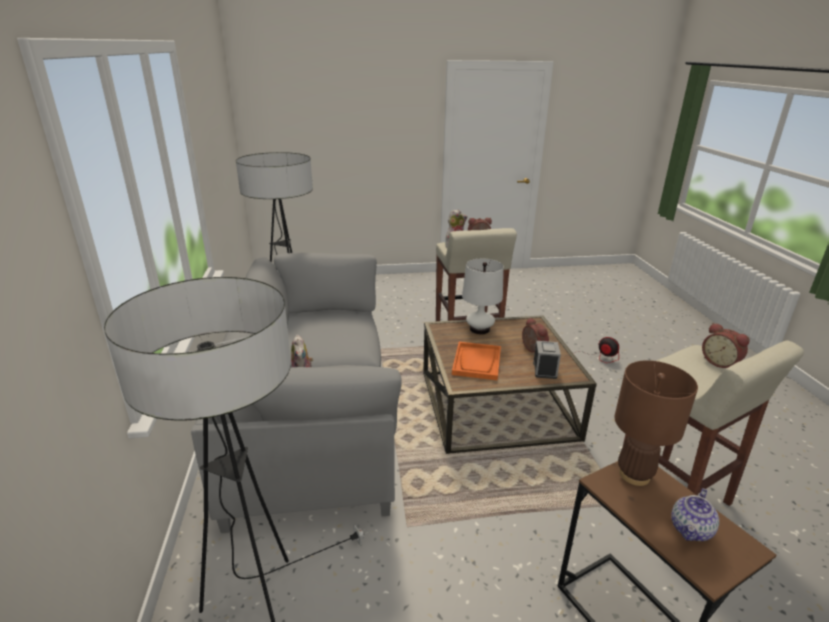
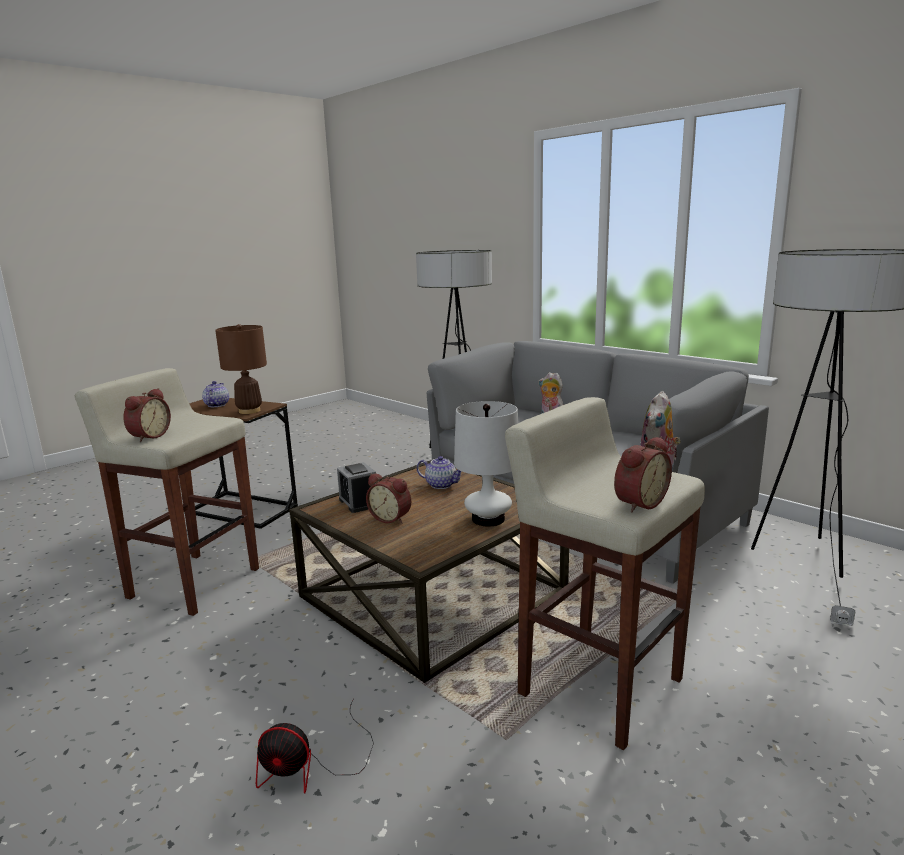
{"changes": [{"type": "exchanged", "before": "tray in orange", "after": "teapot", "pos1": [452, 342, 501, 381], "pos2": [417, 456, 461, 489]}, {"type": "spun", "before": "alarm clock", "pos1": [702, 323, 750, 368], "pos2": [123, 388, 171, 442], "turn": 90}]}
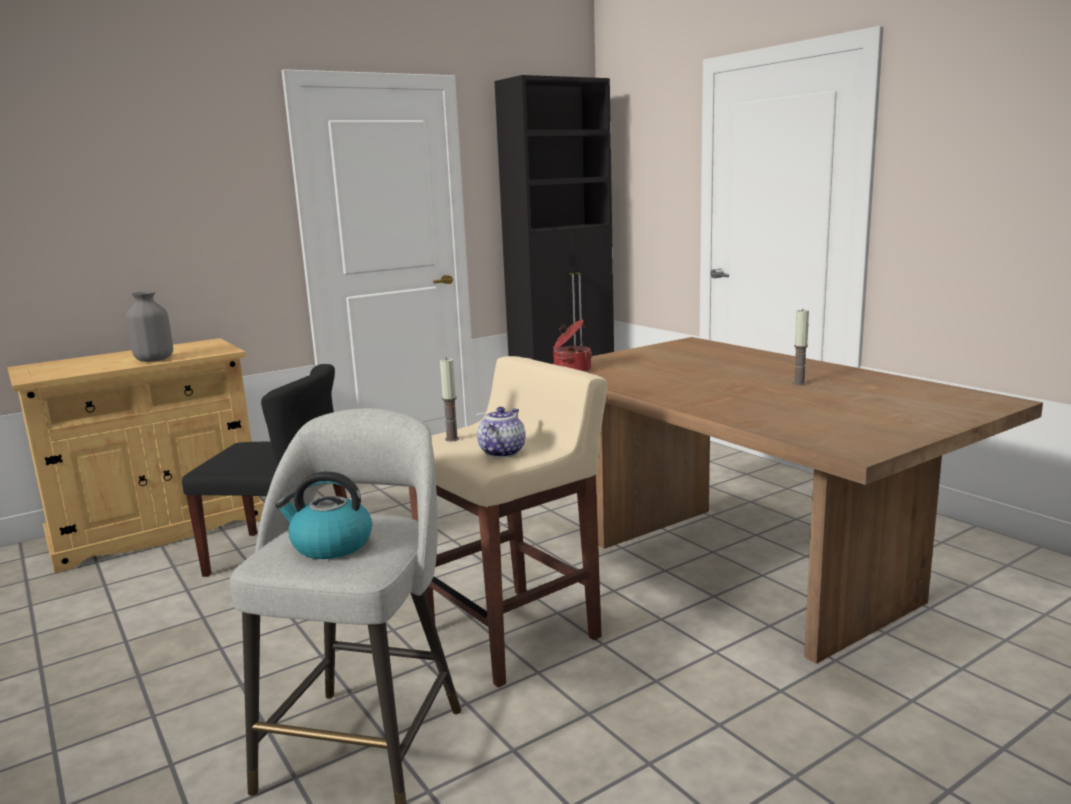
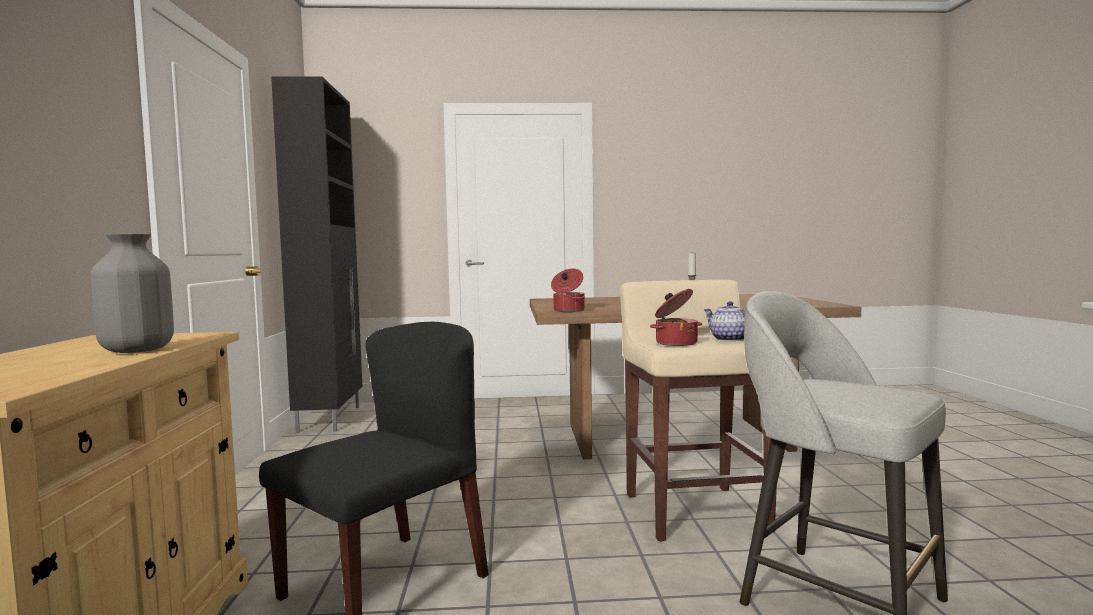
{"changes": [{"type": "missing", "before": "kettle", "pos1": [275, 471, 372, 559]}, {"type": "exchanged", "before": "candle", "after": "cooking pot", "pos1": [440, 357, 459, 441], "pos2": [650, 289, 702, 346]}]}
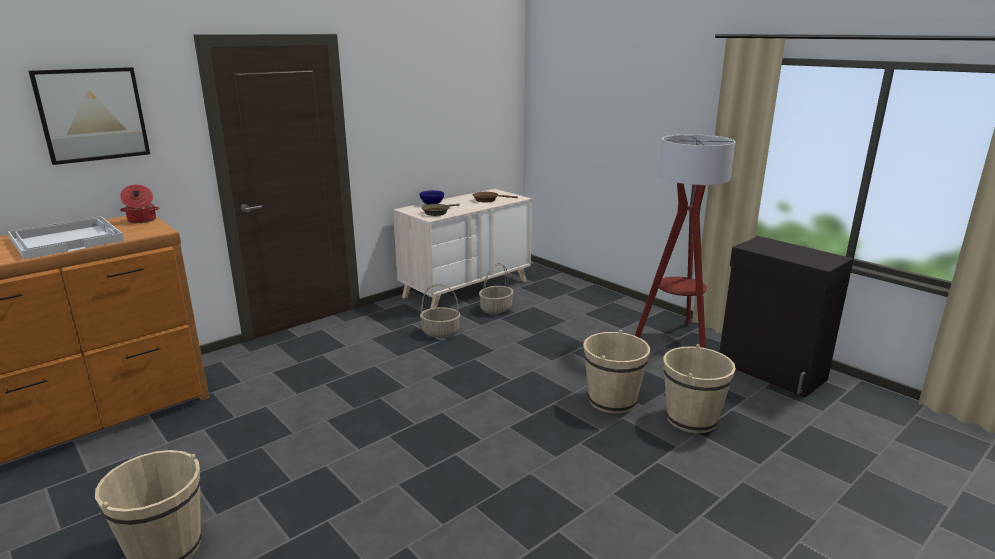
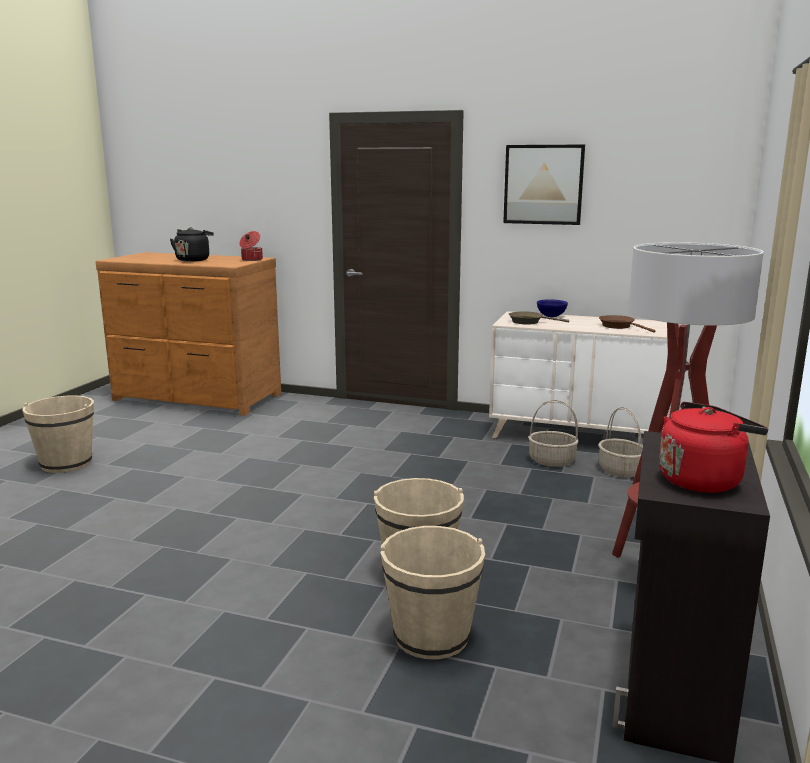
{"changes": [{"type": "appeared", "after": "kettle in red", "pos2": [659, 402, 769, 493]}, {"type": "relocated", "before": "picture", "pos1": [29, 67, 150, 165], "pos2": [503, 145, 585, 225]}, {"type": "relocated", "before": "basket", "pos1": [420, 284, 460, 338], "pos2": [598, 407, 643, 477]}, {"type": "exchanged", "before": "tray in white", "after": "kettle in black", "pos1": [8, 216, 124, 260], "pos2": [170, 227, 214, 262]}]}
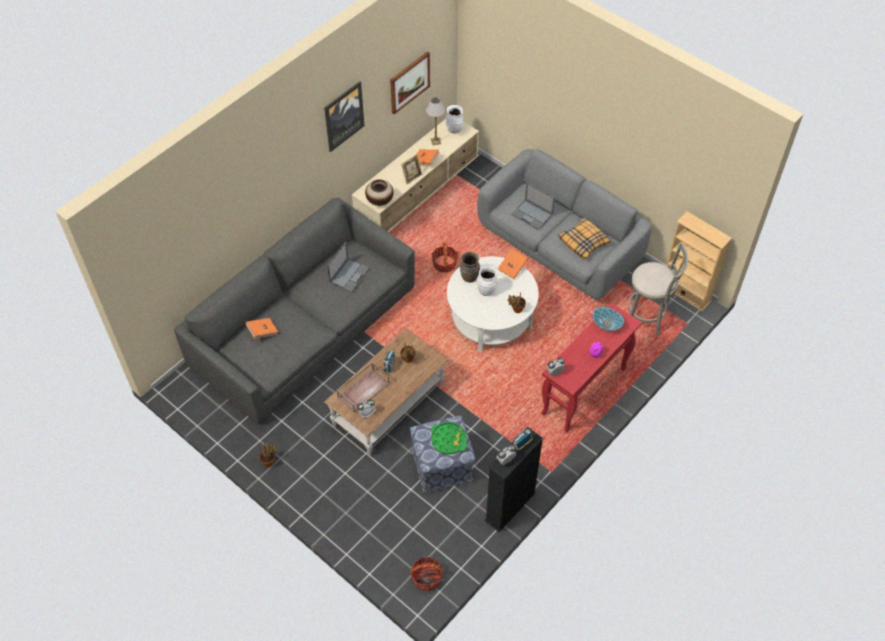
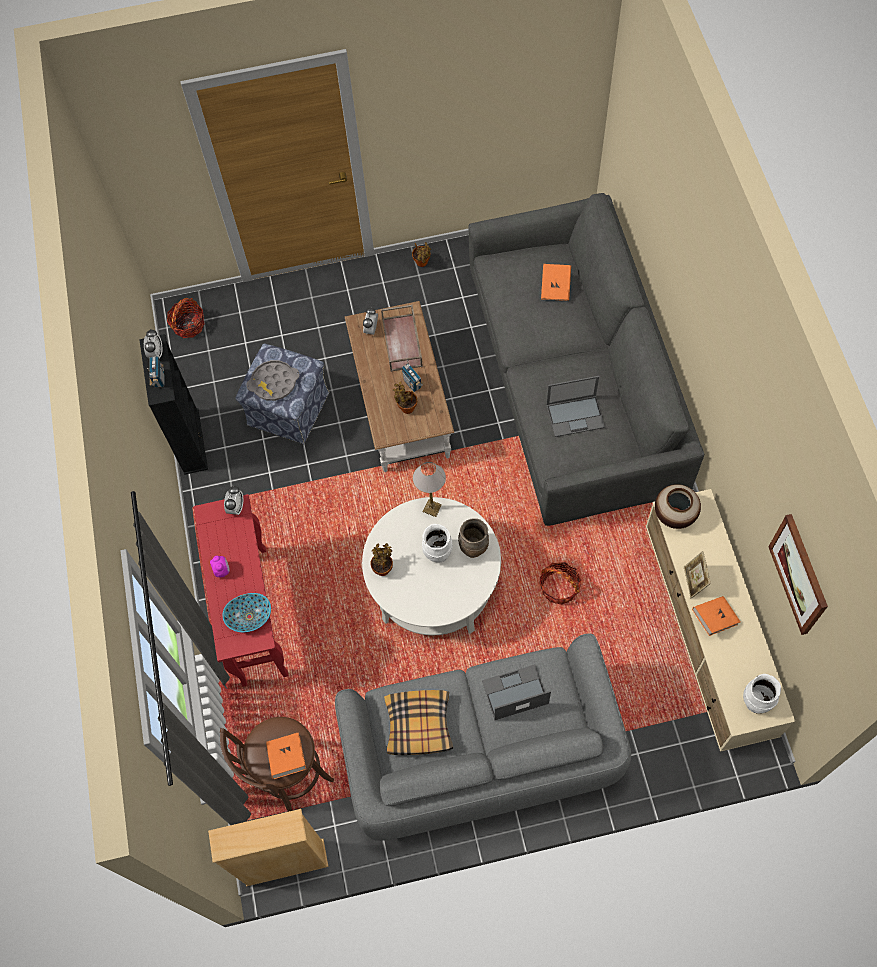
{"changes": [{"type": "missing", "before": "picture", "pos1": [324, 81, 365, 152]}, {"type": "relocated", "before": "table lamp", "pos1": [426, 97, 446, 145], "pos2": [413, 462, 446, 517]}, {"type": "relocated", "before": "book in orange", "pos1": [498, 248, 528, 279], "pos2": [266, 733, 306, 779]}, {"type": "colour", "before": "tray in green", "after": "tray in grey", "pos1": [431, 422, 467, 454], "pos2": [246, 360, 300, 401]}, {"type": "colour", "before": "stool in grey", "after": "stool in brown", "pos1": [628, 243, 688, 336], "pos2": [220, 717, 334, 812]}, {"type": "spun", "before": "laptop", "pos1": [327, 242, 370, 292], "pos2": [546, 376, 605, 437], "turn": -75}]}
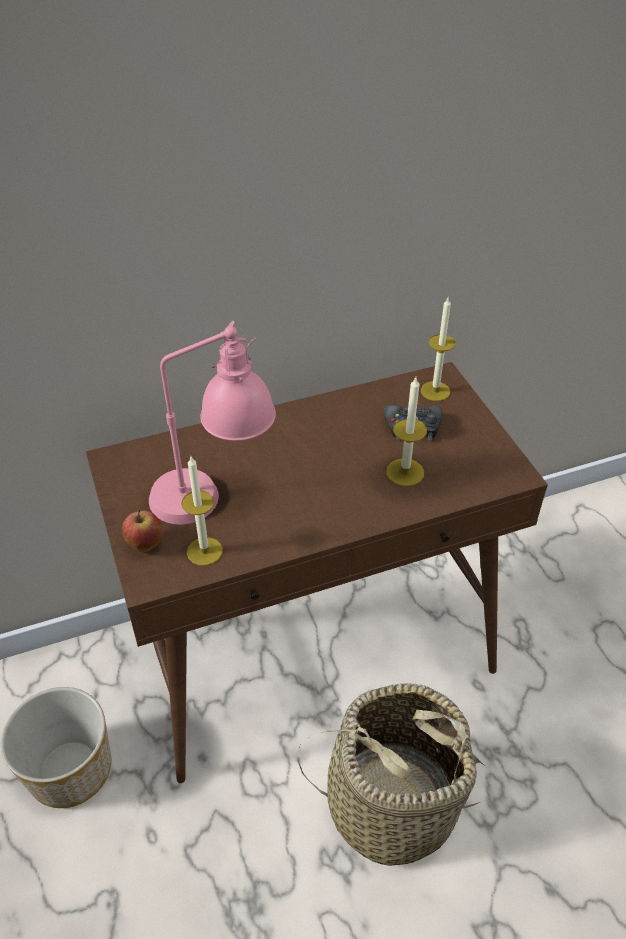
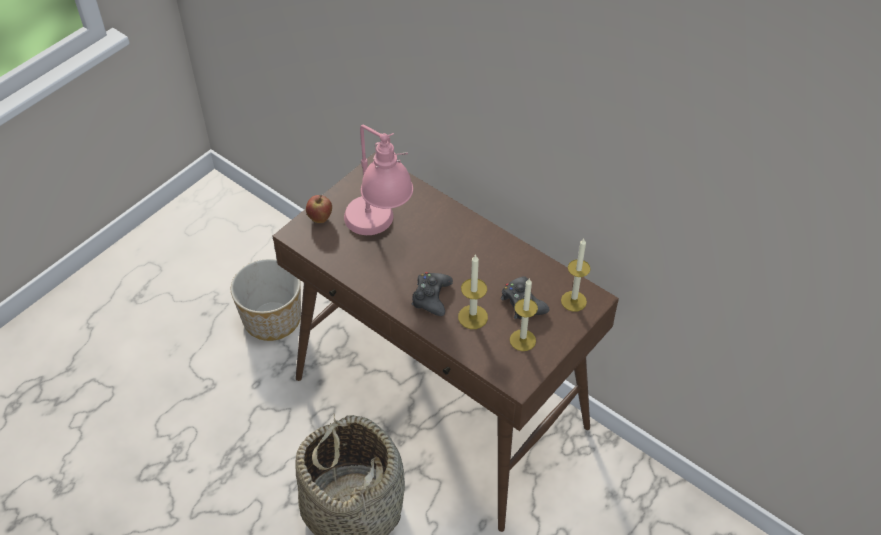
{"changes": [{"type": "appeared", "after": "game controller in black", "pos2": [412, 272, 453, 316]}, {"type": "relocated", "before": "candle", "pos1": [181, 457, 223, 566], "pos2": [510, 279, 538, 351]}]}
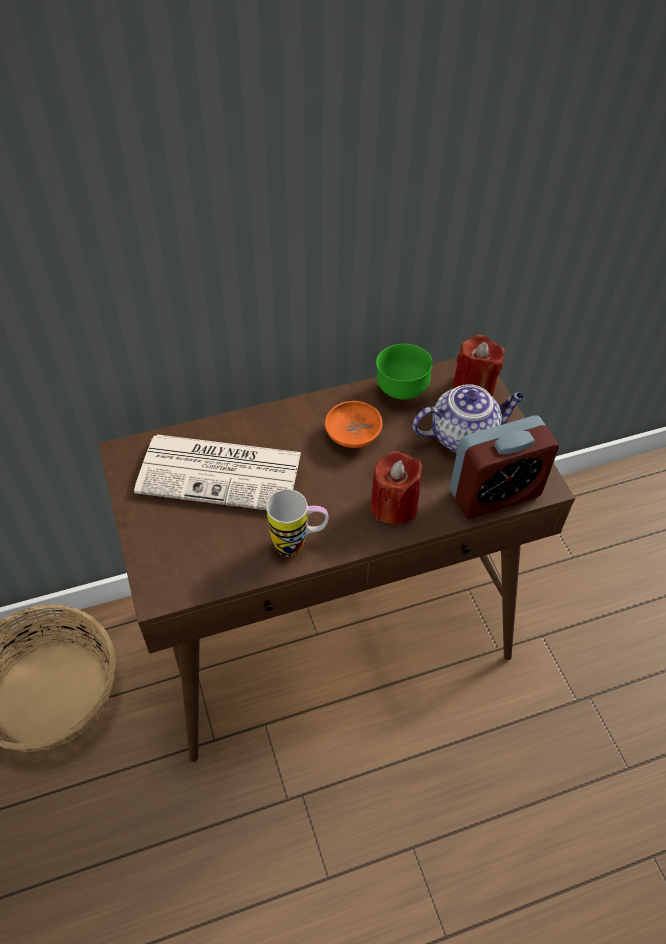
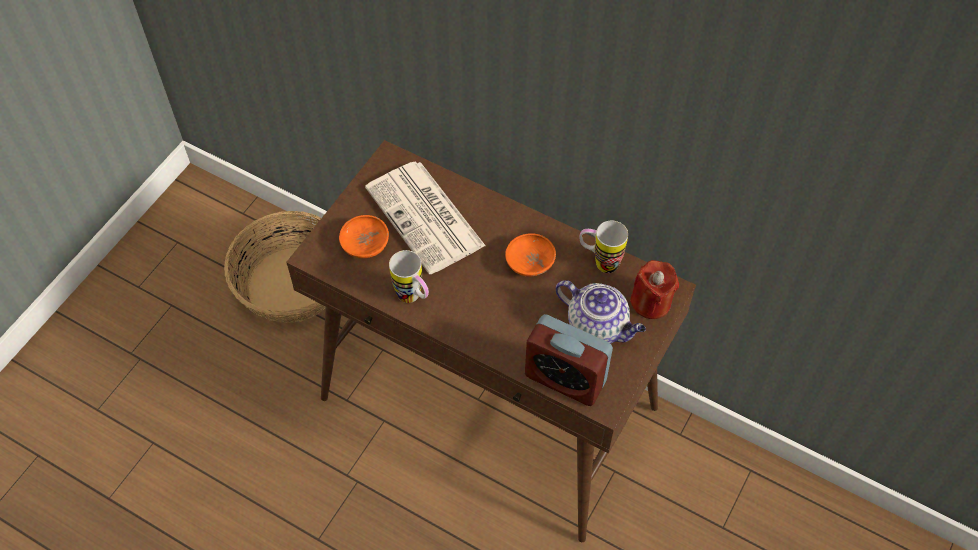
{"changes": [{"type": "missing", "before": "candle in red", "pos1": [370, 451, 423, 525]}, {"type": "appeared", "after": "bowl in orange", "pos2": [339, 215, 389, 258]}, {"type": "exchanged", "before": "bowl in green", "after": "mug", "pos1": [376, 344, 433, 400], "pos2": [579, 221, 628, 273]}]}
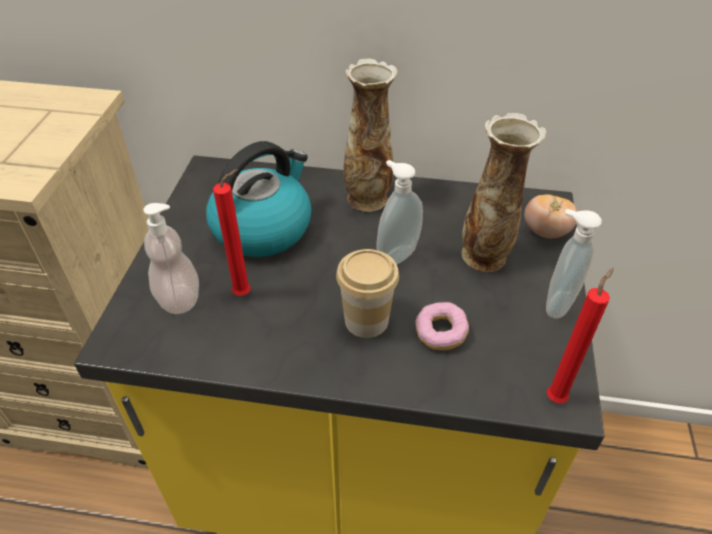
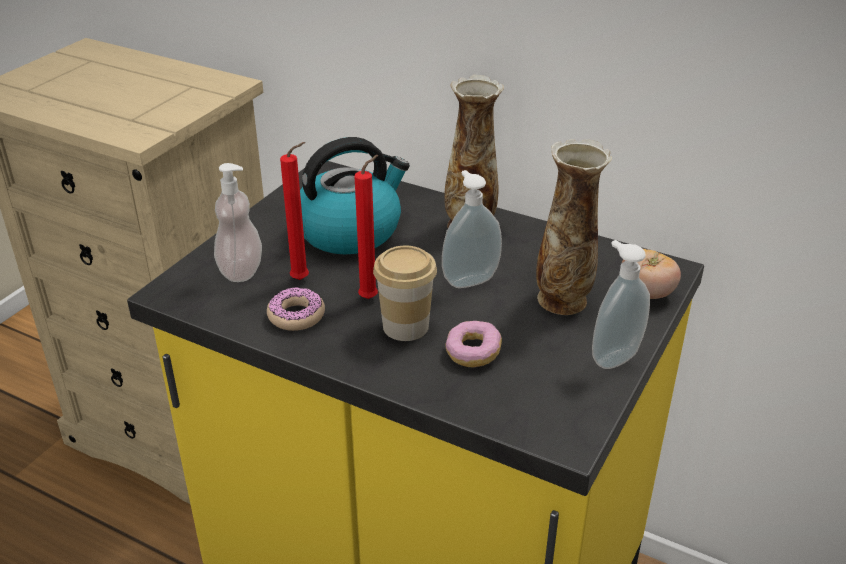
{"changes": [{"type": "appeared", "after": "donut", "pos2": [267, 287, 325, 331]}, {"type": "relocated", "before": "candle in red", "pos1": [547, 268, 614, 403], "pos2": [354, 155, 378, 299]}]}
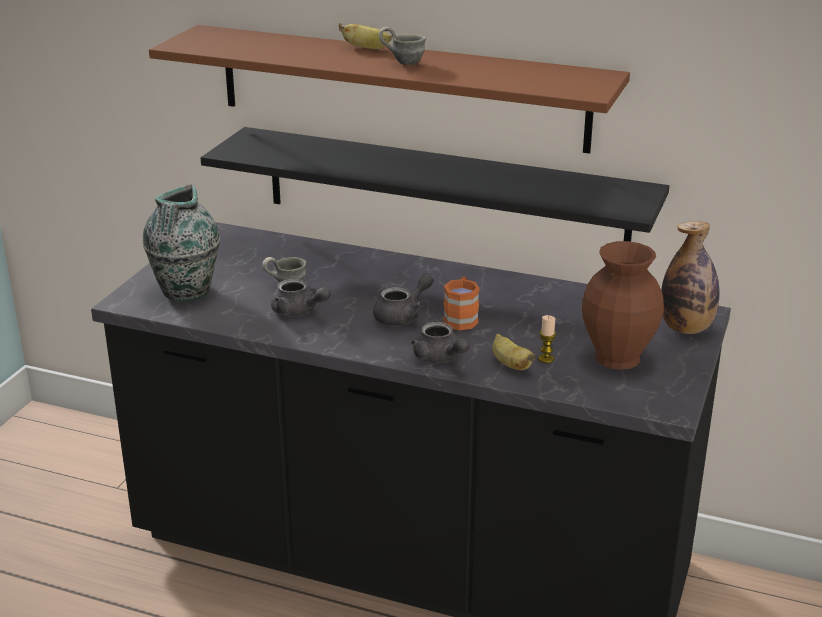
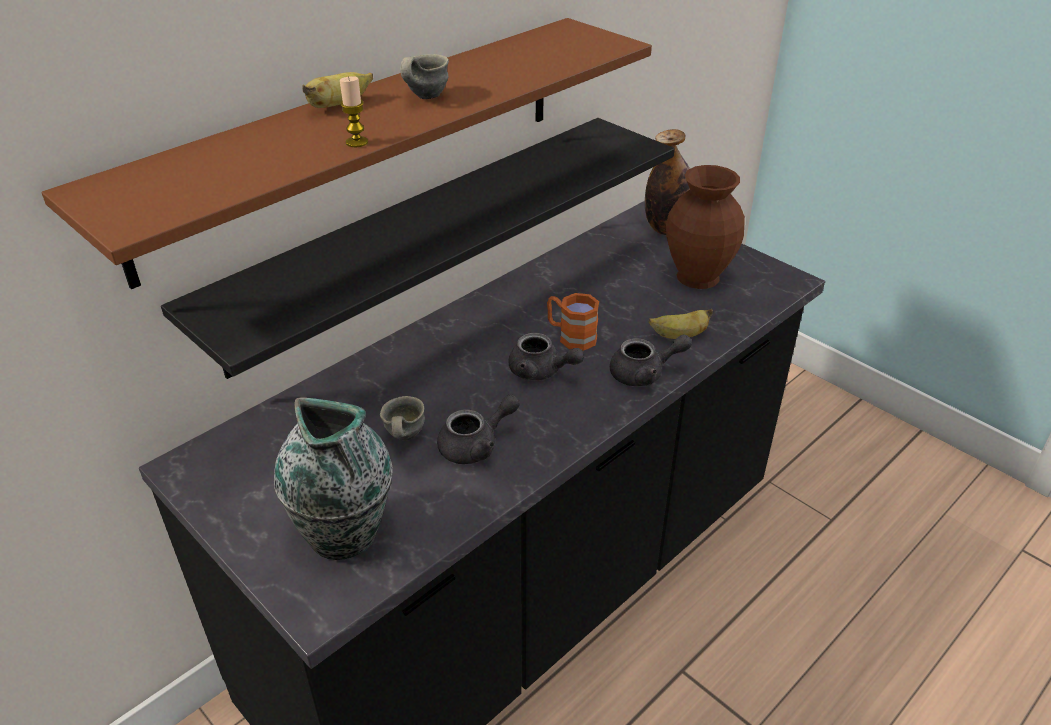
{"changes": [{"type": "relocated", "before": "candle", "pos1": [538, 315, 556, 363], "pos2": [340, 76, 368, 147]}, {"type": "spun", "before": "teapot in grey", "pos1": [373, 273, 434, 326], "pos2": [508, 333, 584, 380], "turn": 135}]}
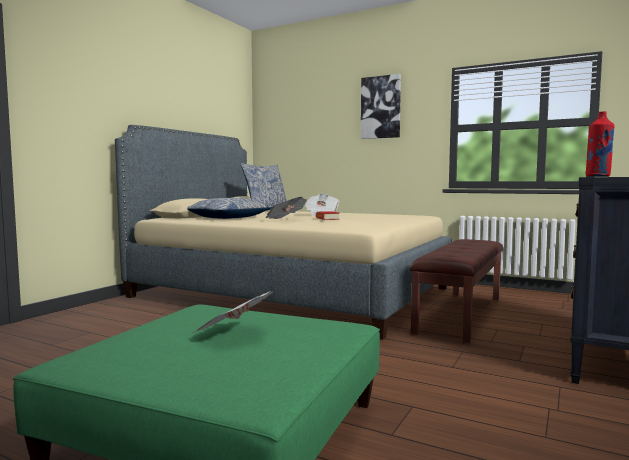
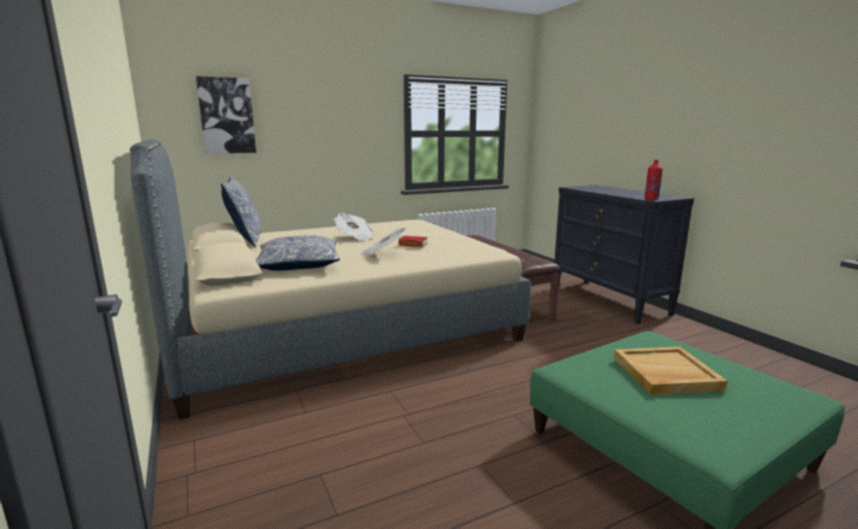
{"changes": [{"type": "relocated", "before": "picture", "pos1": [361, 74, 401, 139], "pos2": [196, 76, 256, 154]}, {"type": "exchanged", "before": "newspaper", "after": "tray in beige", "pos1": [192, 291, 273, 333], "pos2": [614, 347, 727, 395]}]}
